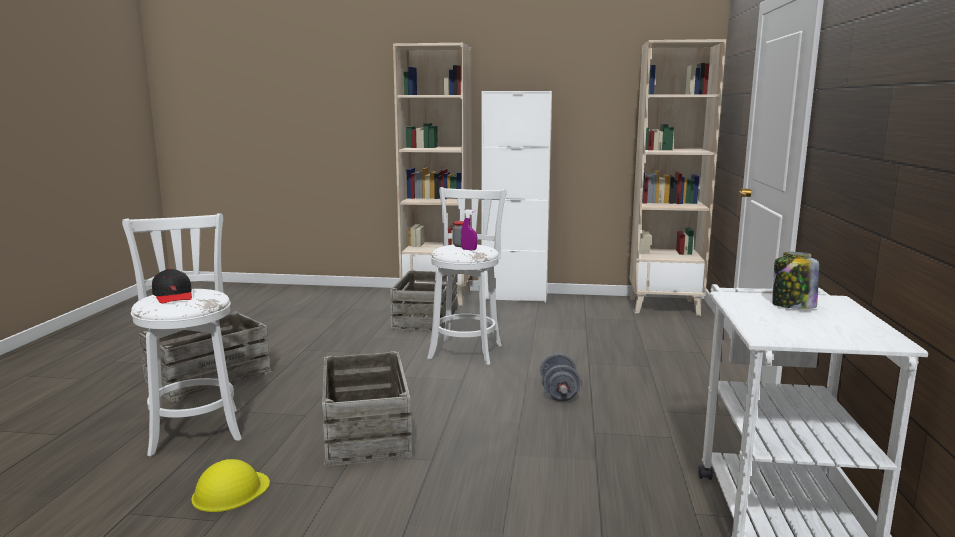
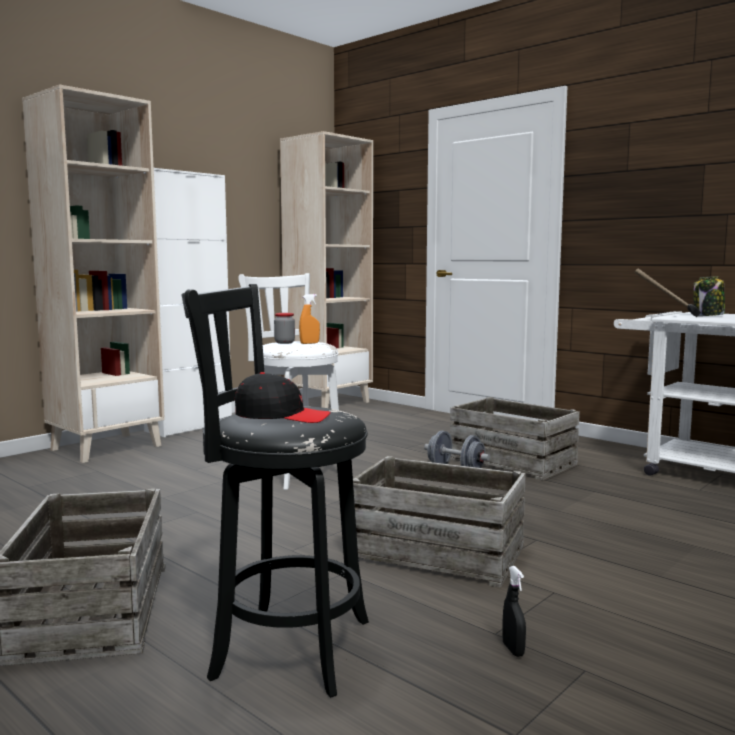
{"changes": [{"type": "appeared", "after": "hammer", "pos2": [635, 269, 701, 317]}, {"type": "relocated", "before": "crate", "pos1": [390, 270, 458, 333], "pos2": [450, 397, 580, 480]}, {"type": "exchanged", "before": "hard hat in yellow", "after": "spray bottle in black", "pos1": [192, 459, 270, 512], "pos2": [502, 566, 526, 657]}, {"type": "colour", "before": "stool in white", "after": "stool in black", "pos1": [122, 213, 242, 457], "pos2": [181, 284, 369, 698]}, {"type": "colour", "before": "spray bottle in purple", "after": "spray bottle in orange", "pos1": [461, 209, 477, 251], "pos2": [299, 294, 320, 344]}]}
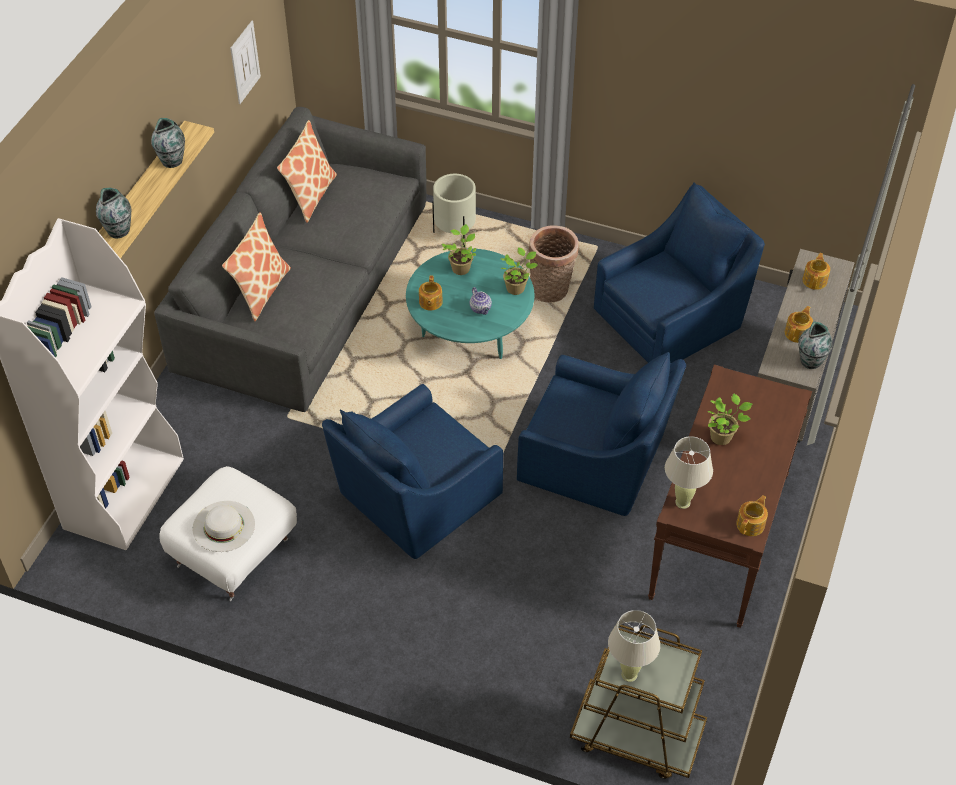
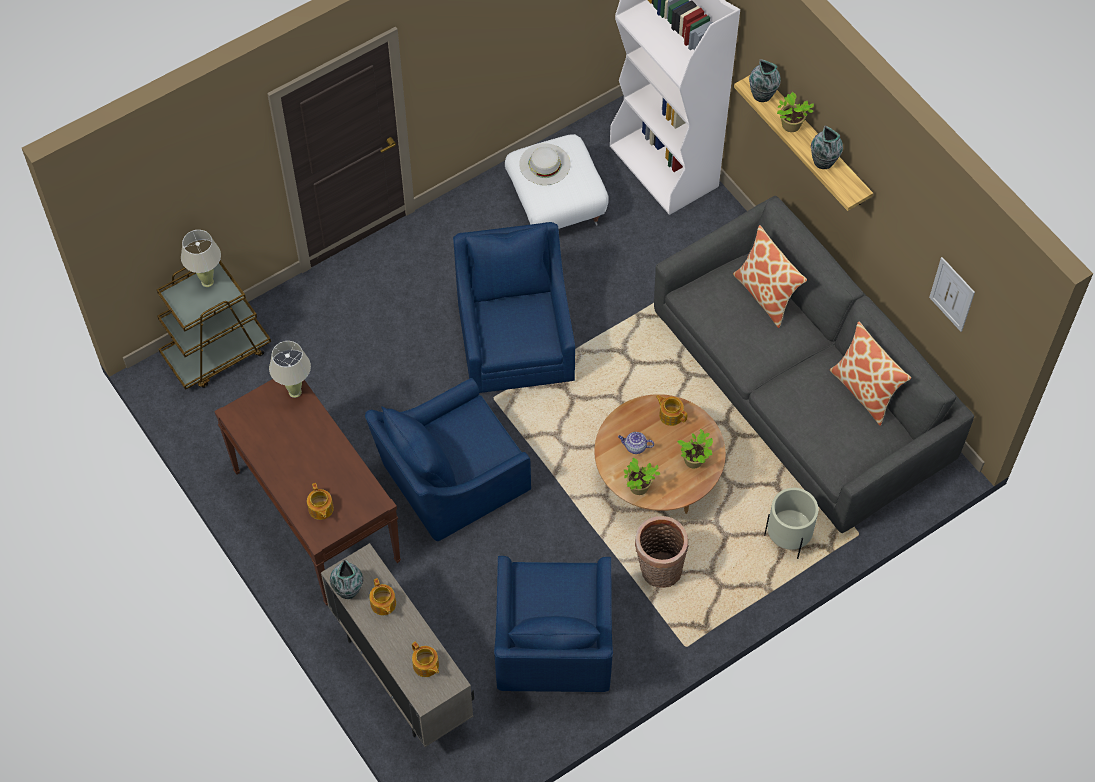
{"changes": [{"type": "relocated", "before": "potted plant", "pos1": [707, 393, 752, 445], "pos2": [777, 92, 814, 132]}, {"type": "relocated", "before": "teapot", "pos1": [736, 495, 768, 536], "pos2": [307, 483, 334, 520]}, {"type": "colour", "before": "coffee table in turquoise", "after": "coffee table in brown", "pos1": [406, 249, 534, 359], "pos2": [594, 394, 726, 514]}]}
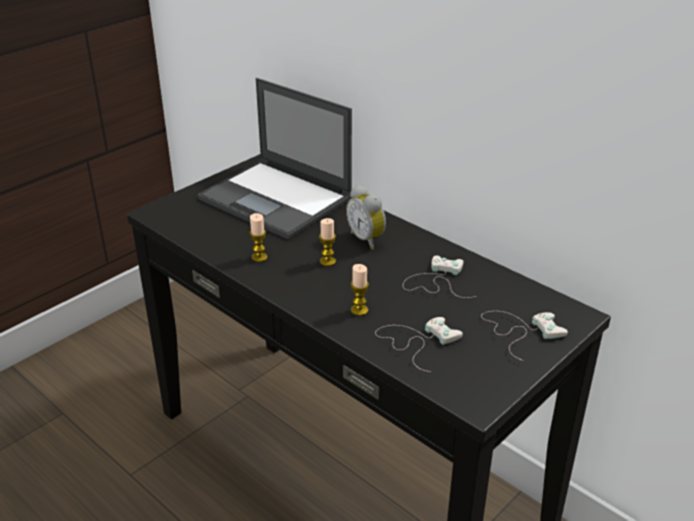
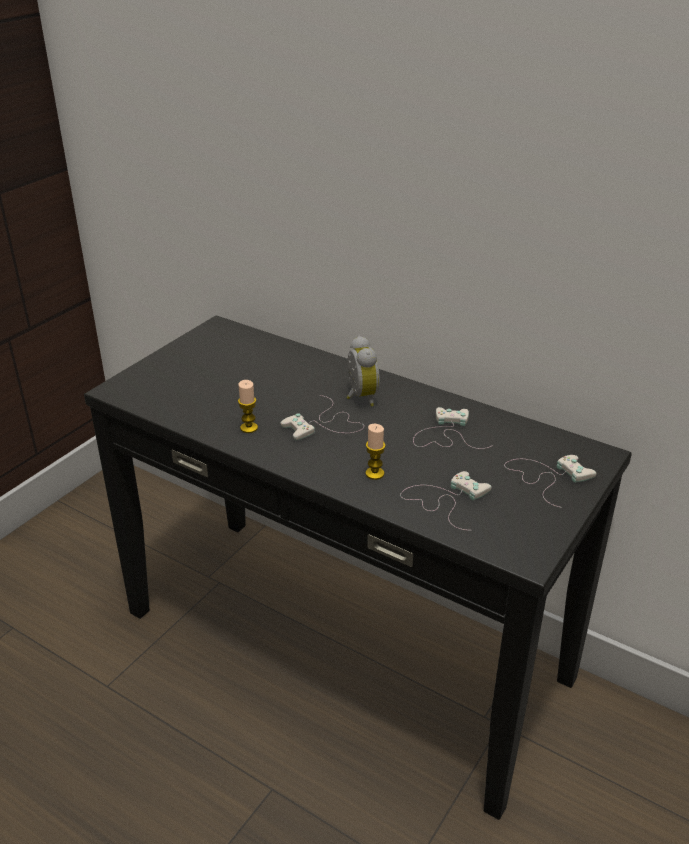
{"changes": [{"type": "missing", "before": "laptop", "pos1": [198, 78, 352, 239]}, {"type": "exchanged", "before": "candle", "after": "game controller in white", "pos1": [319, 218, 336, 266], "pos2": [280, 395, 364, 440]}, {"type": "spun", "before": "alarm clock", "pos1": [346, 184, 386, 250], "pos2": [347, 336, 380, 407], "turn": -150}]}
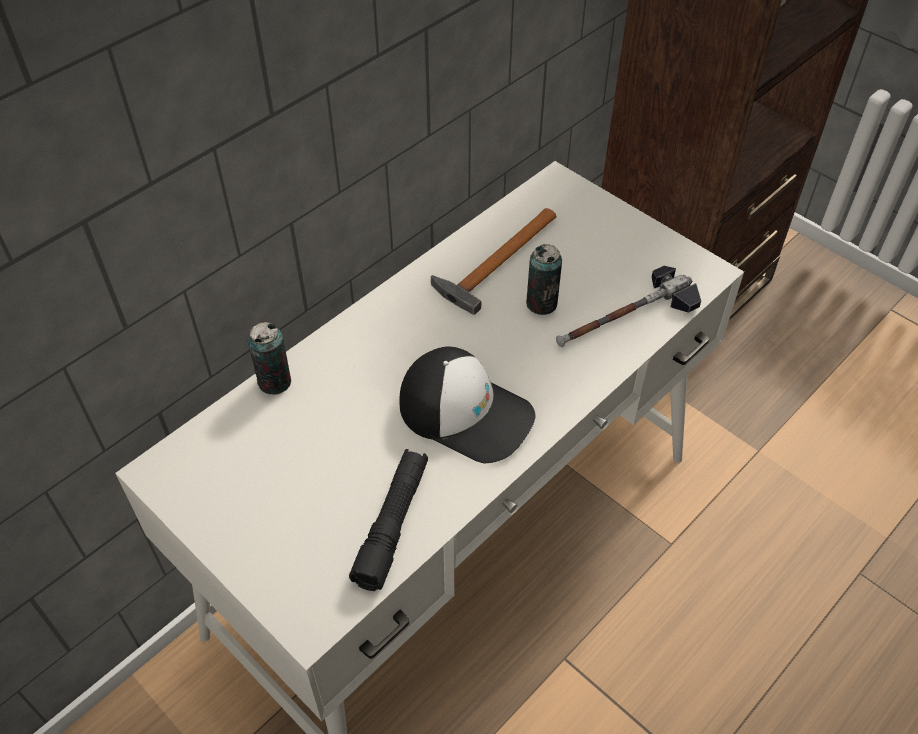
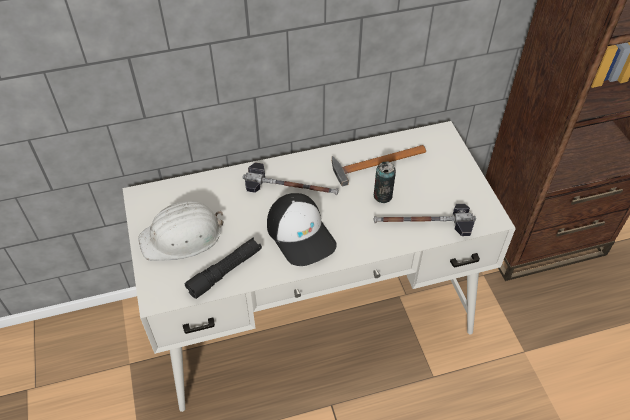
{"changes": [{"type": "missing", "before": "can", "pos1": [248, 322, 291, 395]}, {"type": "appeared", "after": "hard hat in white", "pos2": [138, 201, 224, 261]}, {"type": "appeared", "after": "hammer", "pos2": [243, 162, 339, 195]}]}
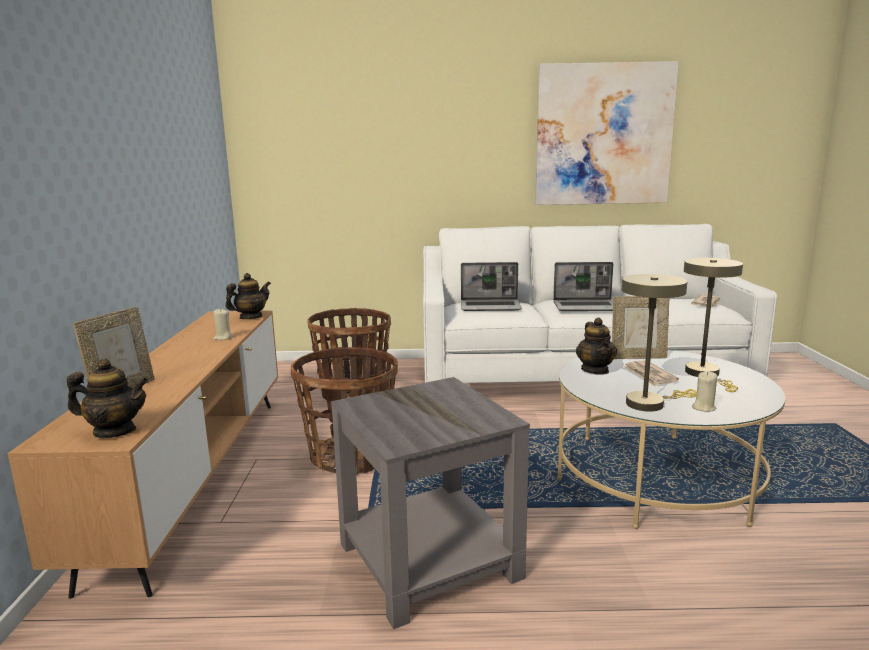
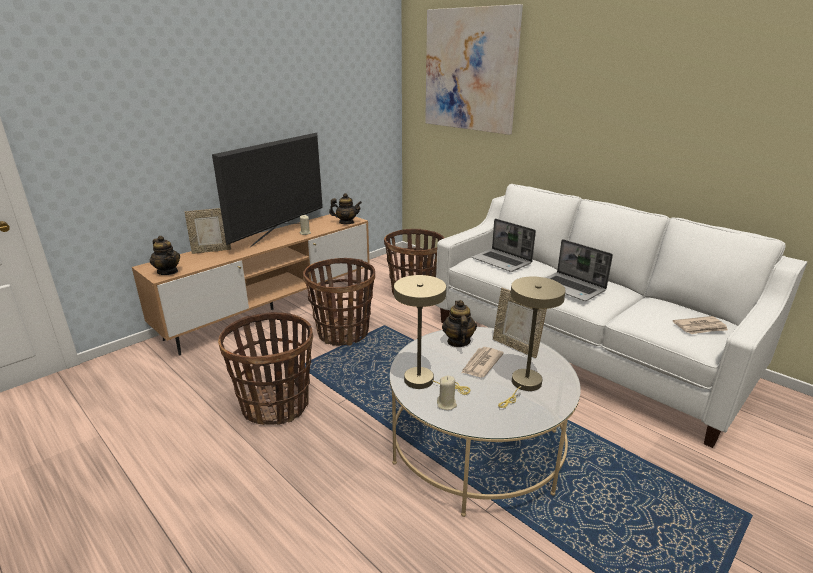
{"changes": [{"type": "appeared", "after": "television", "pos2": [212, 133, 323, 247]}, {"type": "relocated", "before": "picture", "pos1": [535, 61, 679, 205], "pos2": [425, 4, 523, 135]}, {"type": "exchanged", "before": "side table in grey", "after": "basket", "pos1": [331, 377, 530, 629], "pos2": [218, 312, 313, 425]}, {"type": "spun", "before": "teapot", "pos1": [576, 318, 617, 375], "pos2": [442, 300, 477, 347], "turn": 135}]}
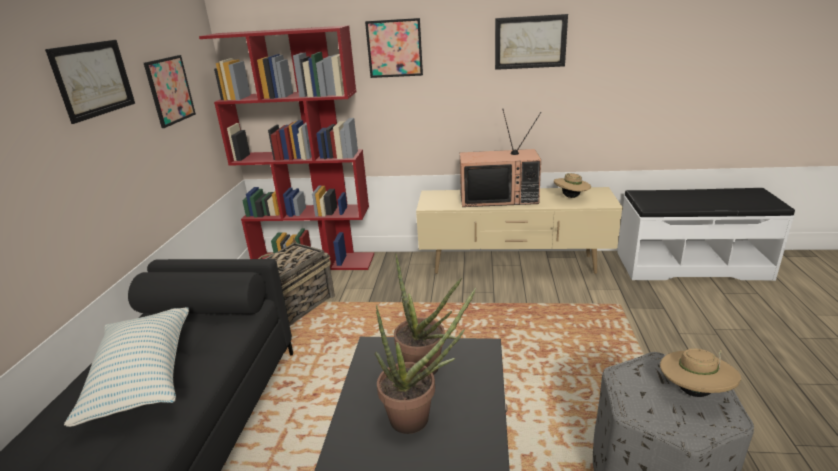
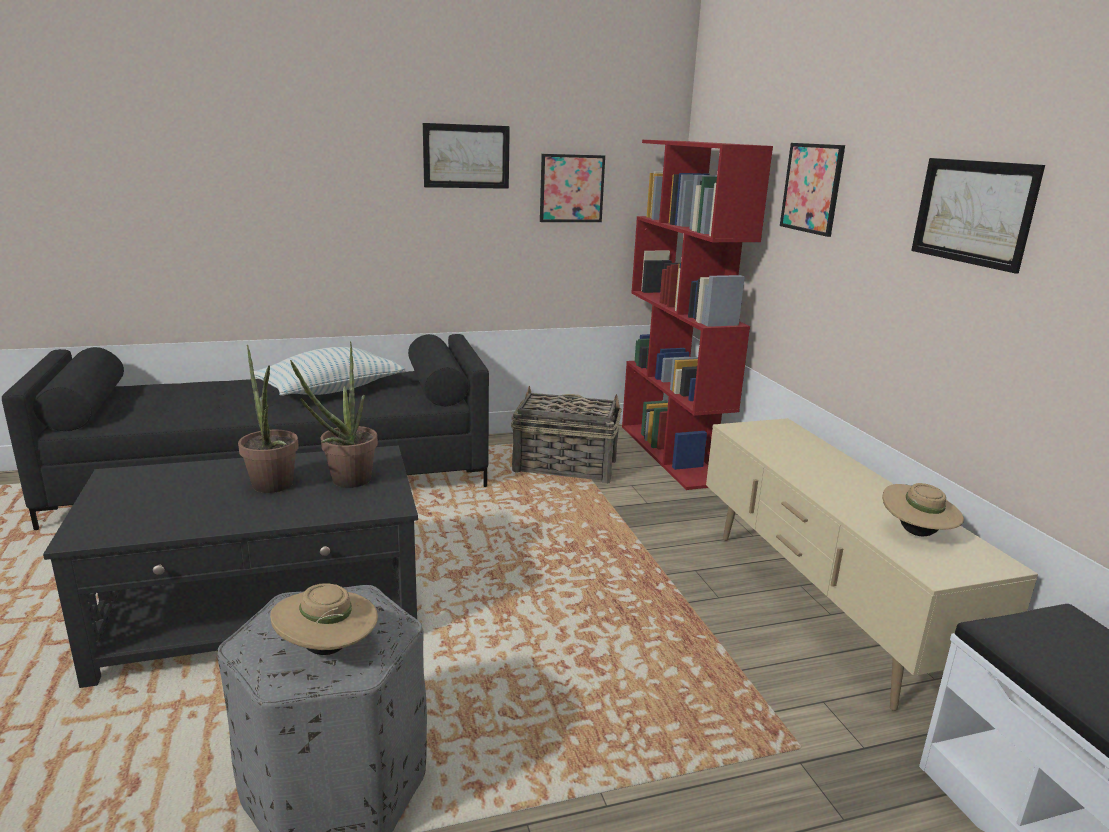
{"changes": [{"type": "missing", "before": "television", "pos1": [460, 109, 542, 207]}]}
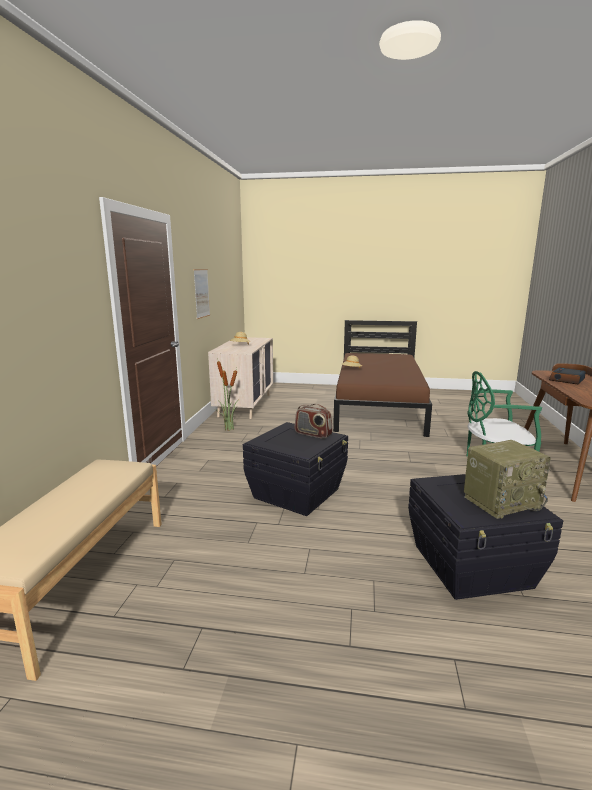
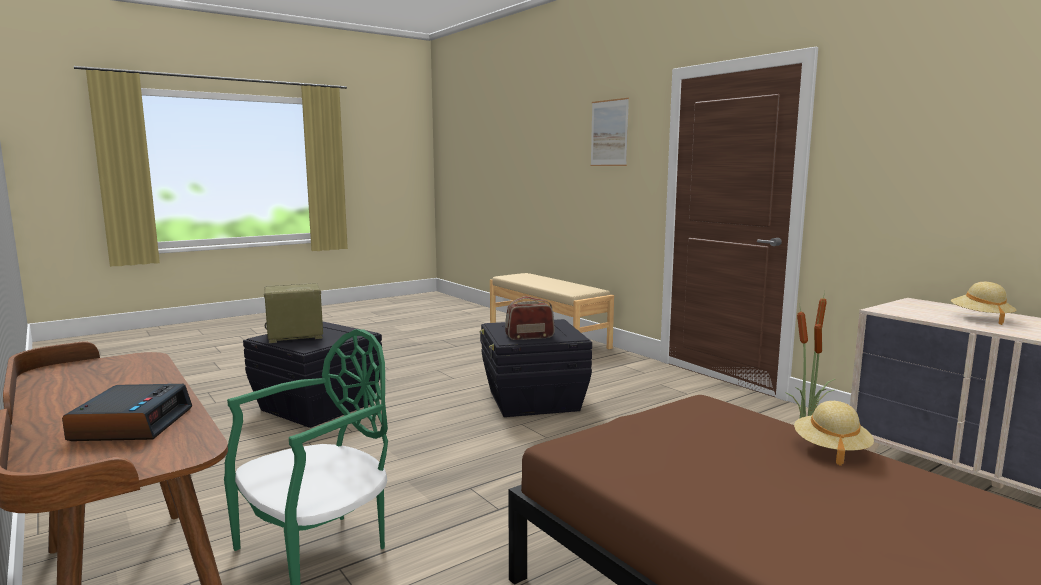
{"changes": [{"type": "relocated", "before": "picture", "pos1": [193, 269, 210, 319], "pos2": [591, 98, 629, 166]}, {"type": "spun", "before": "radio", "pos1": [464, 440, 551, 519], "pos2": [264, 283, 323, 343], "turn": 45}]}
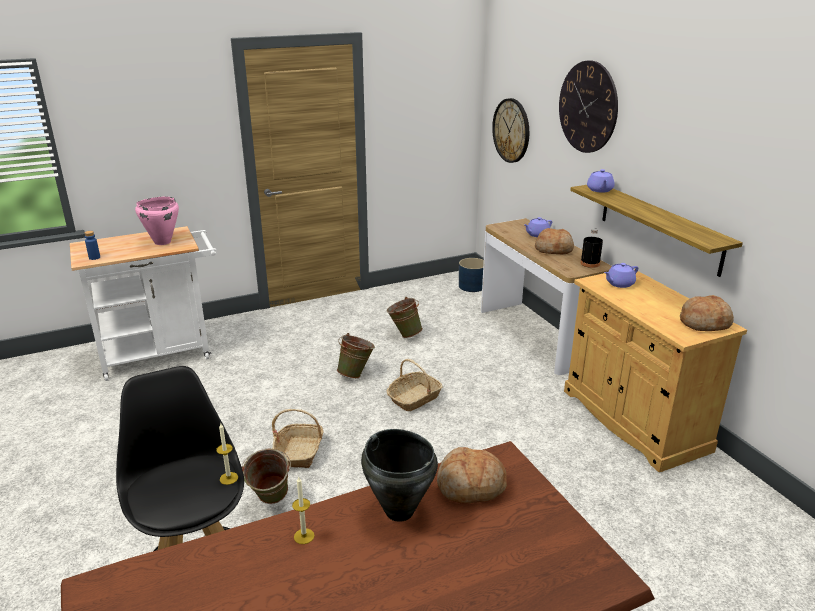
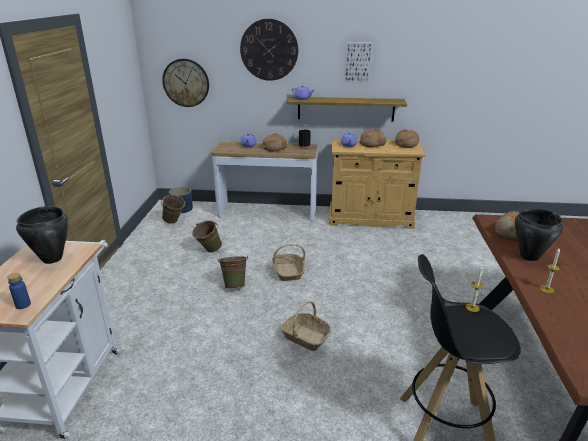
{"changes": [{"type": "appeared", "after": "picture", "pos2": [345, 42, 372, 83]}, {"type": "appeared", "after": "bread", "pos2": [360, 129, 386, 147]}, {"type": "relocated", "before": "bucket in green", "pos1": [241, 449, 291, 504], "pos2": [162, 195, 185, 224]}, {"type": "colour", "before": "cooking pot in pink", "after": "cooking pot in black", "pos1": [135, 197, 179, 245], "pos2": [16, 206, 69, 264]}]}
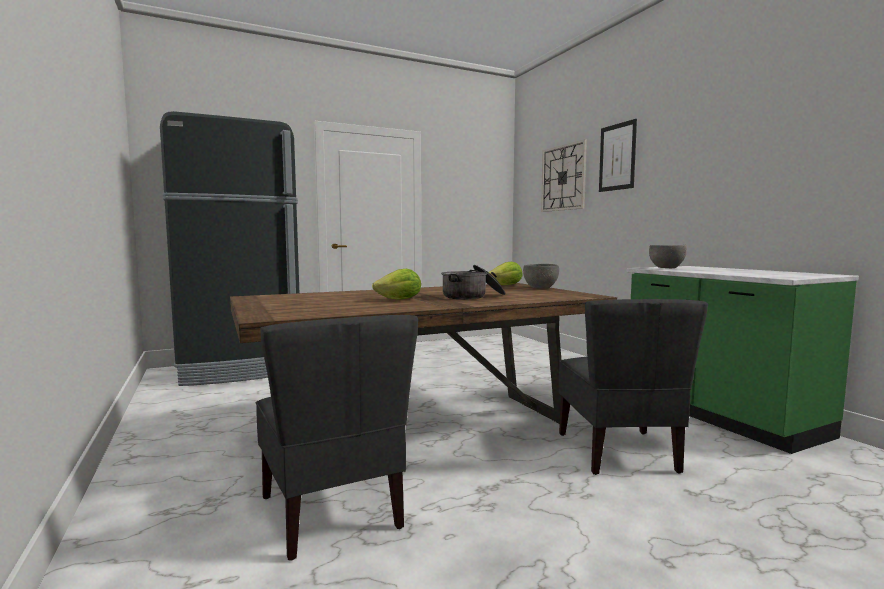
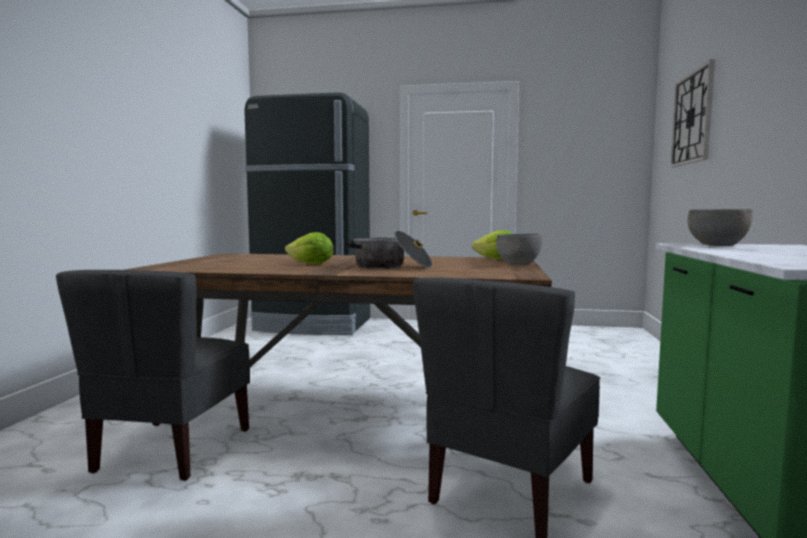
{"changes": [{"type": "missing", "before": "picture", "pos1": [599, 119, 637, 192]}]}
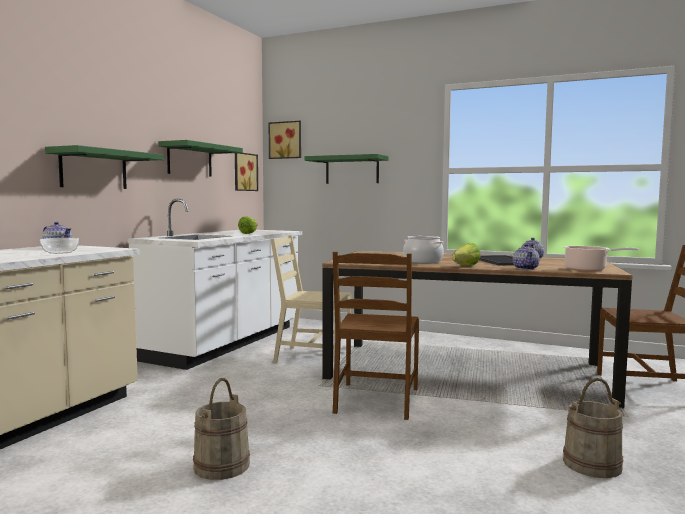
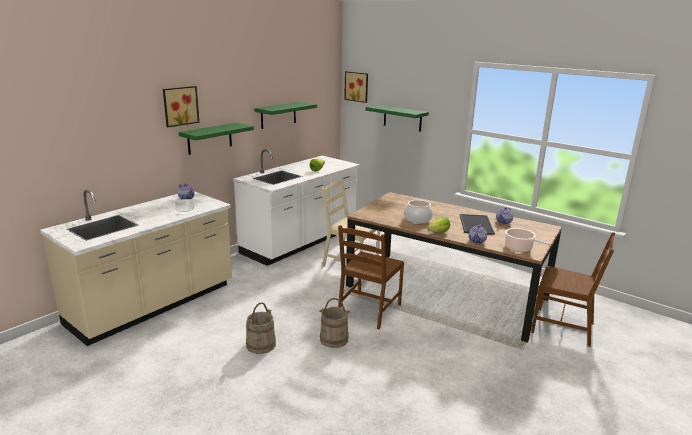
{"changes": [{"type": "relocated", "before": "picture", "pos1": [235, 153, 258, 191], "pos2": [163, 86, 199, 127]}, {"type": "relocated", "before": "bucket in beige", "pos1": [563, 378, 623, 478], "pos2": [319, 298, 350, 348]}]}
